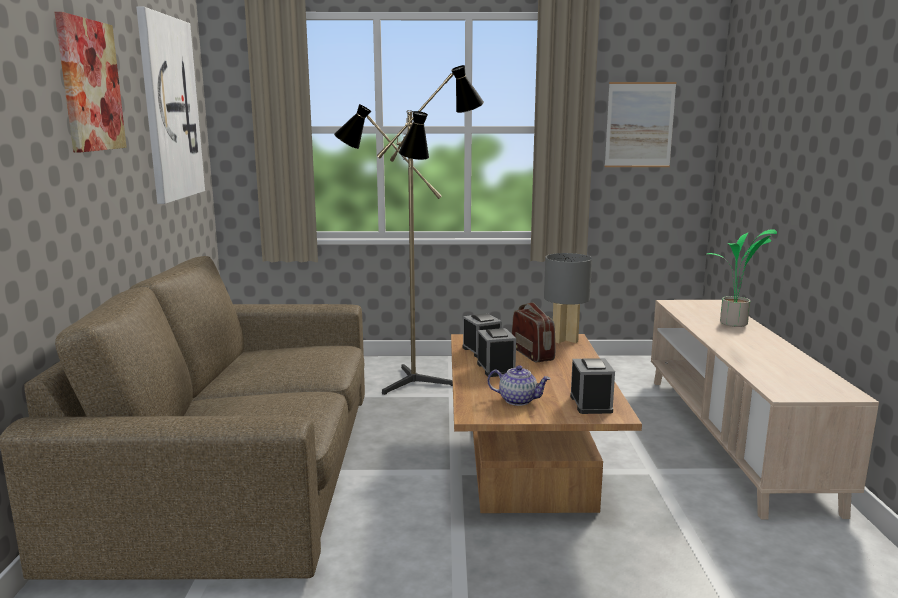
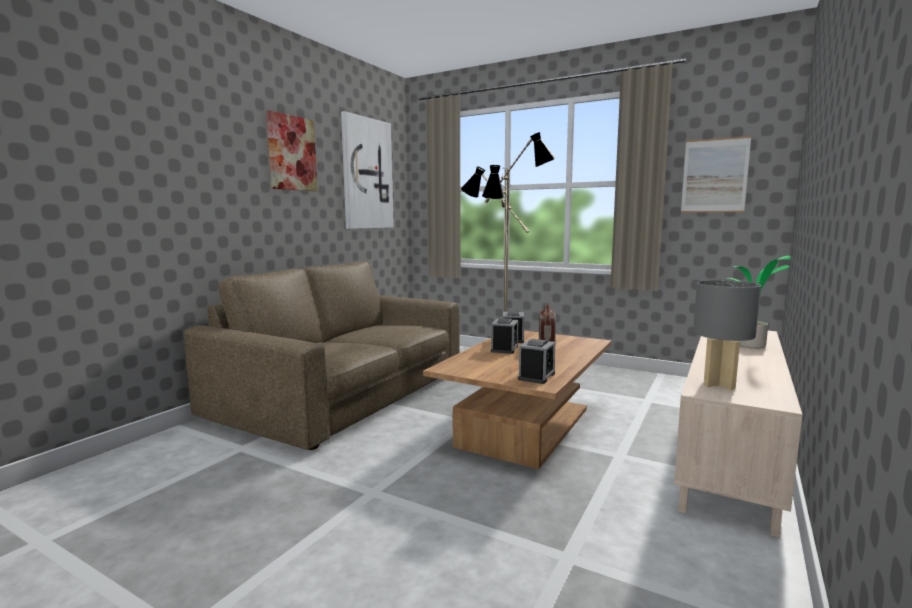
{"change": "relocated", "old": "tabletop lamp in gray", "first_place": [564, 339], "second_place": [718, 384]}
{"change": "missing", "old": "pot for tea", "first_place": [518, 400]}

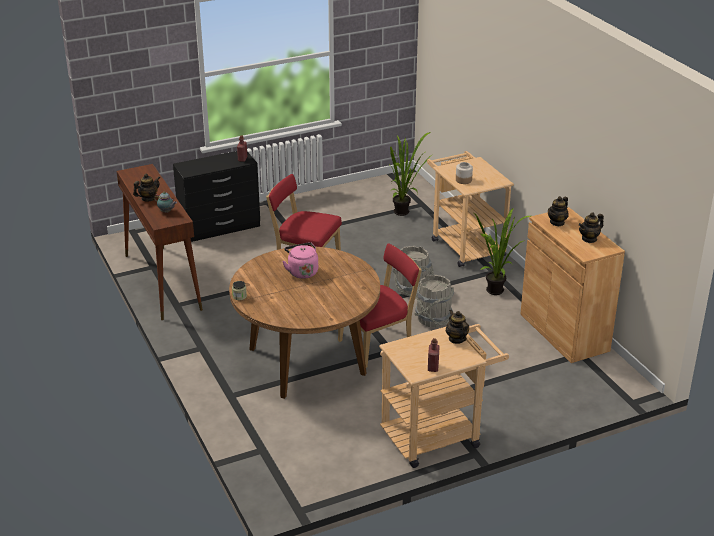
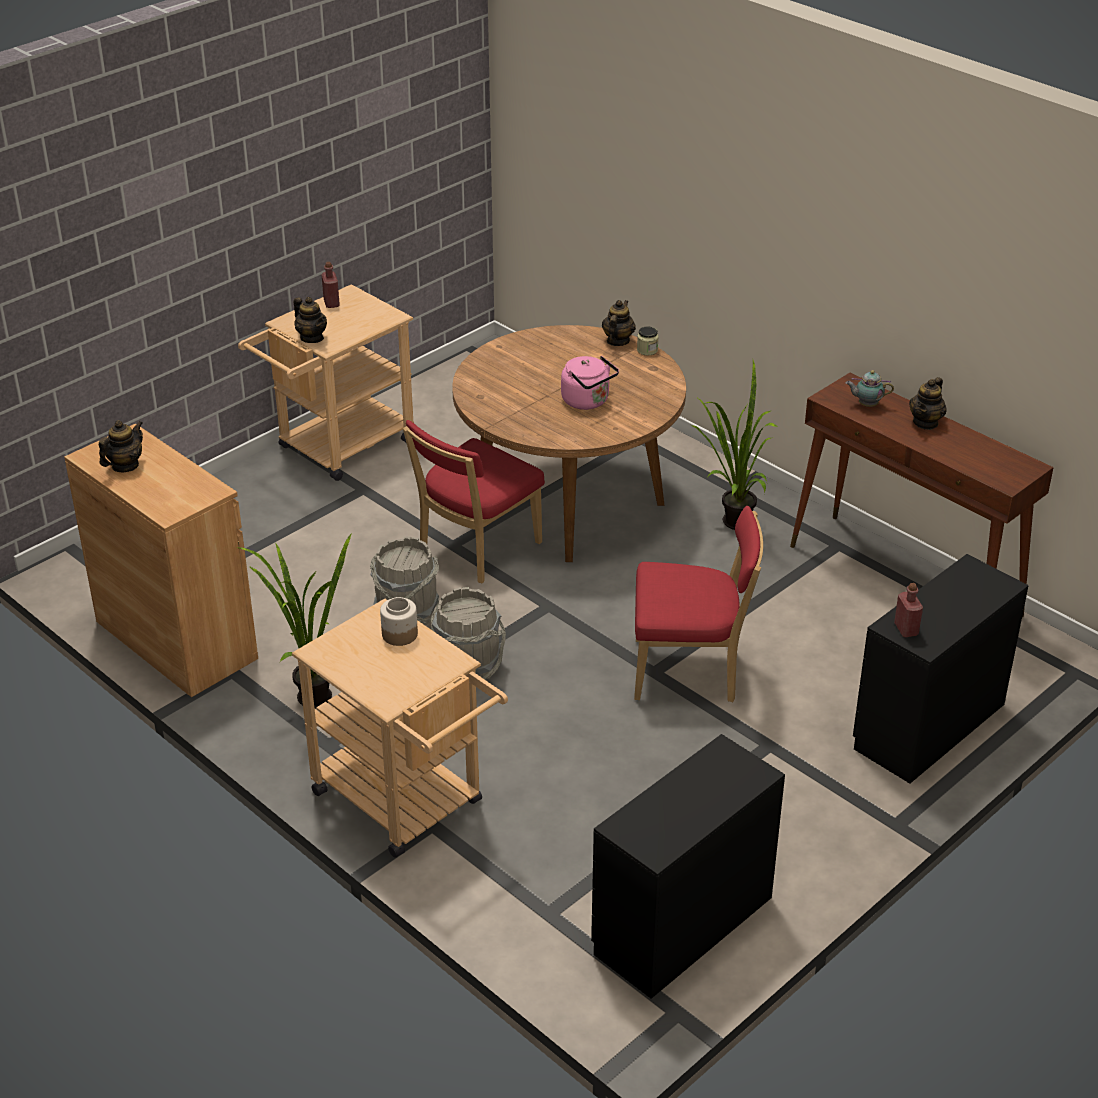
{"change": "appeared", "new": "drawer chest in black-coloured", "second_place": [680, 924]}
{"change": "relocated", "old": "pot for tea", "first_place": [557, 222], "second_place": [617, 341]}
{"change": "relocated", "old": "potted plant", "first_place": [405, 212], "second_place": [730, 523]}

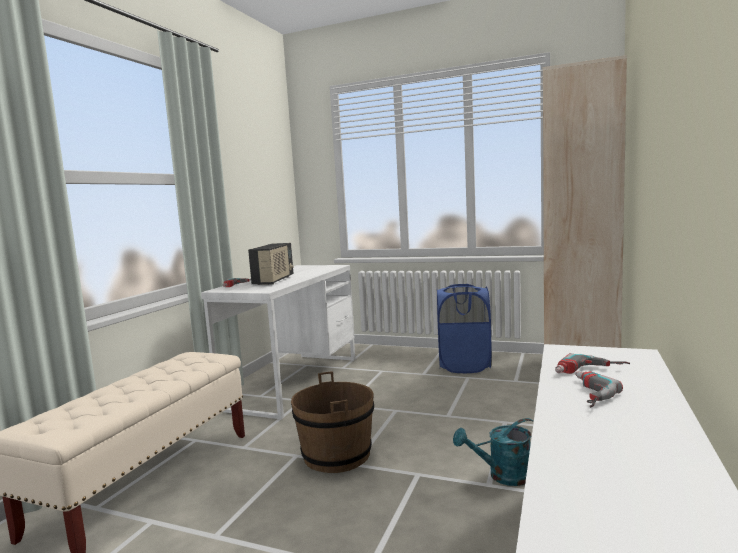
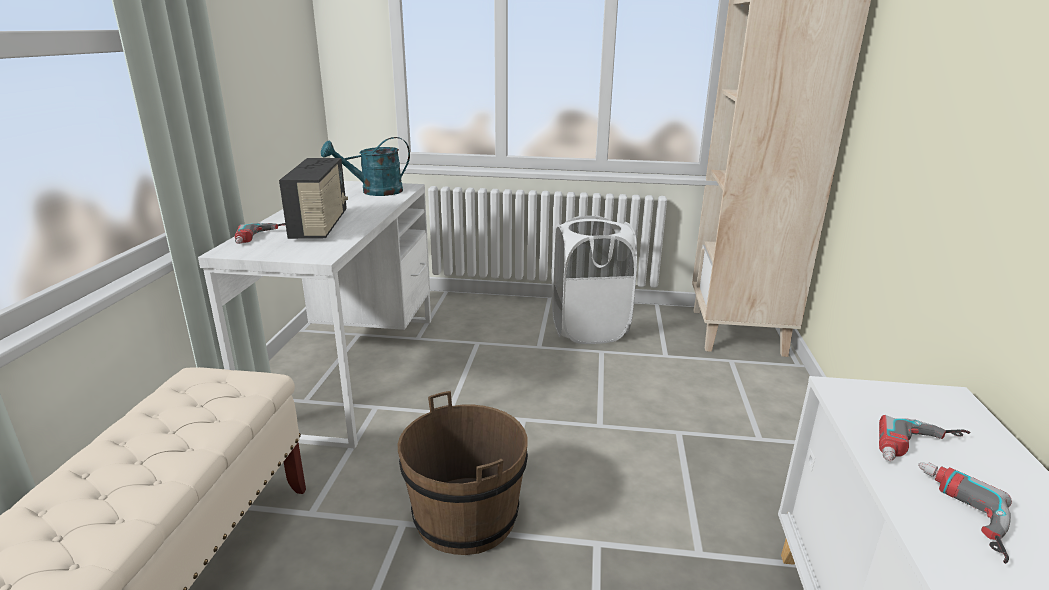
{"change": "relocated", "old": "sprinkling can in turquoise", "first_place": [503, 476], "second_place": [374, 192]}
{"change": "colour", "old": "laundry basket in blue", "new": "laundry basket in white-coloured", "first_place": [464, 365], "second_place": [589, 329]}

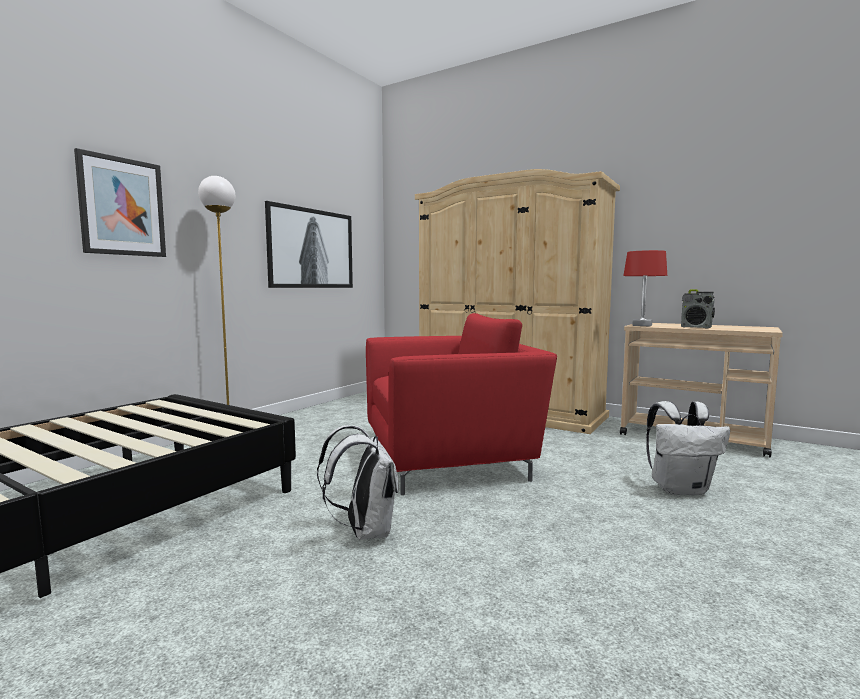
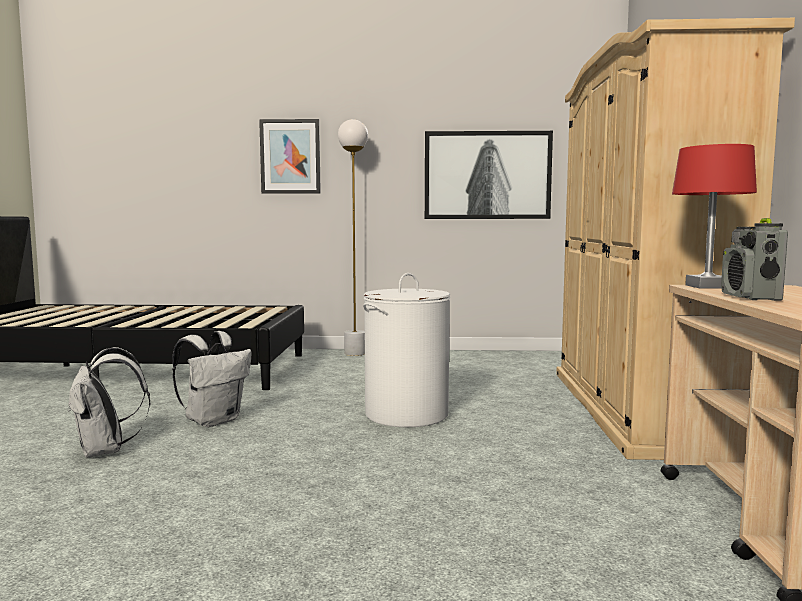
{"change": "relocated", "old": "knapsack in white-coloured", "first_place": [680, 489], "second_place": [106, 451]}
{"change": "exchanged", "old": "lounge chair in red-coloured", "new": "laundry basket in white-coloured", "first_place": [450, 458], "second_place": [406, 414]}

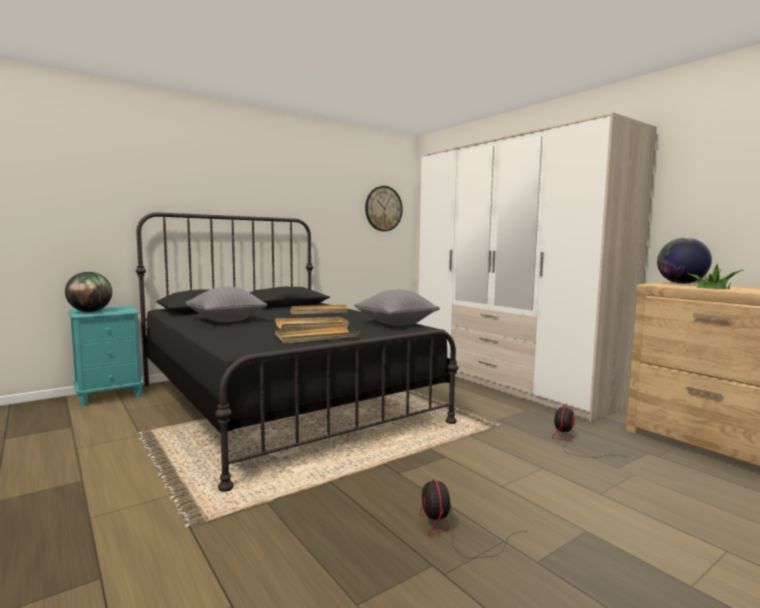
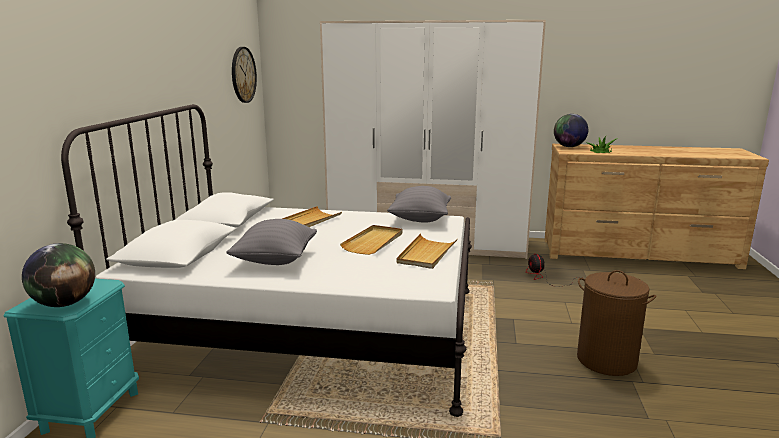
{"change": "colour", "old": "sleeping bed in black-coloured", "new": "sleeping bed in white-coloured", "first_place": [283, 402], "second_place": [310, 329]}
{"change": "exchanged", "old": "fan", "new": "laundry basket in brownish", "first_place": [453, 532], "second_place": [606, 360]}

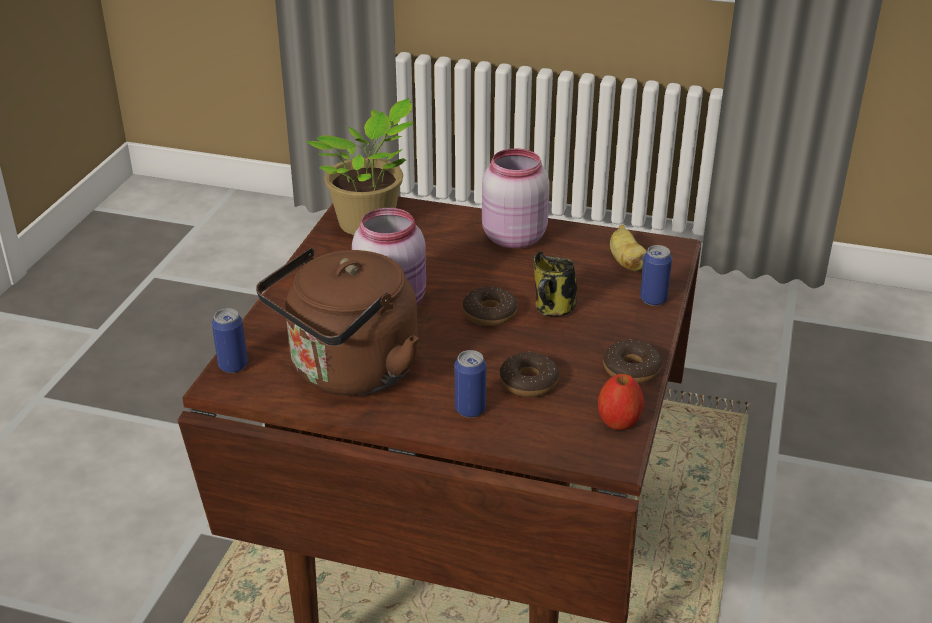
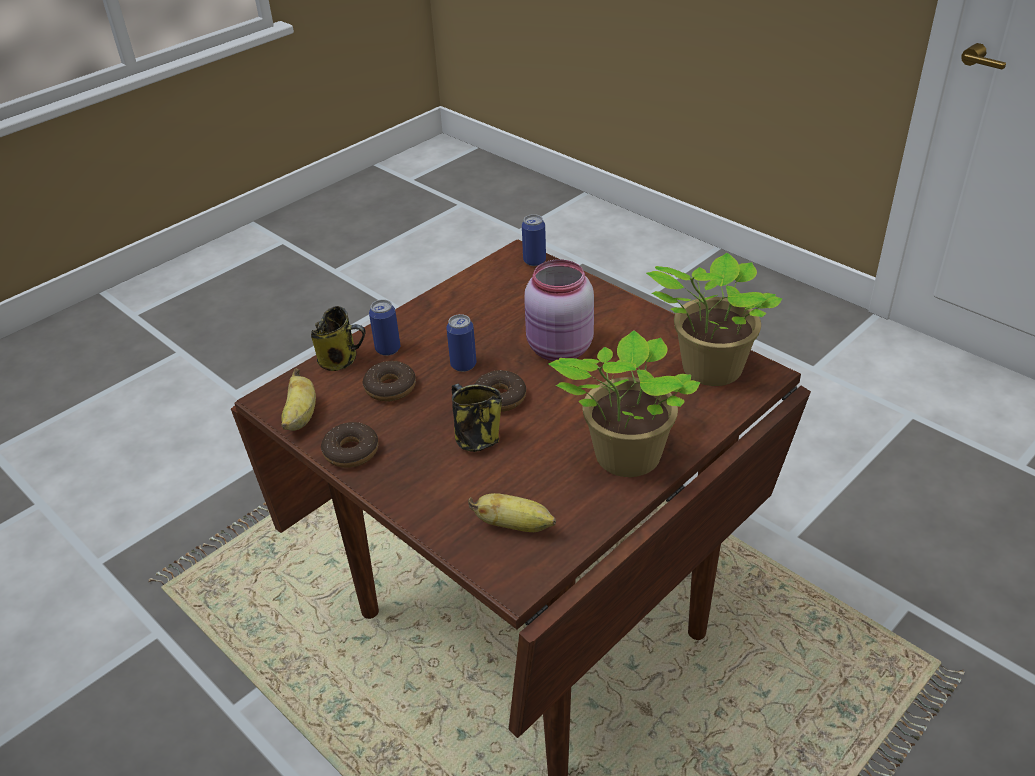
{"change": "exchanged", "old": "apple fruit", "new": "banana", "first_place": [619, 422], "second_place": [301, 417]}
{"change": "appeared", "new": "coffee mug", "second_place": [340, 360]}
{"change": "relocated", "old": "can", "first_place": [653, 299], "second_place": [463, 365]}
{"change": "exchanged", "old": "preserve jar in pinkish", "new": "potted plant", "first_place": [512, 237], "second_place": [623, 458]}
{"change": "missing", "old": "tea kettle in brownish", "first_place": [349, 372]}

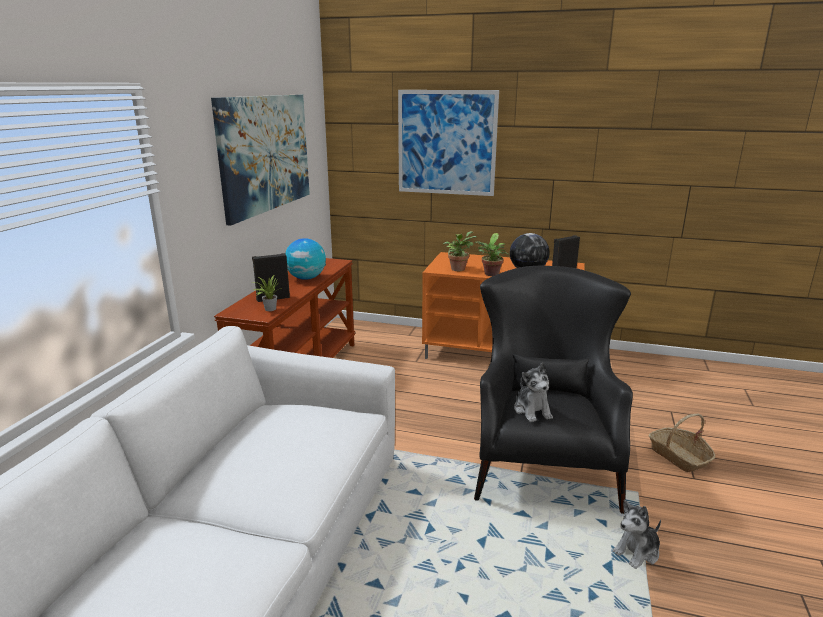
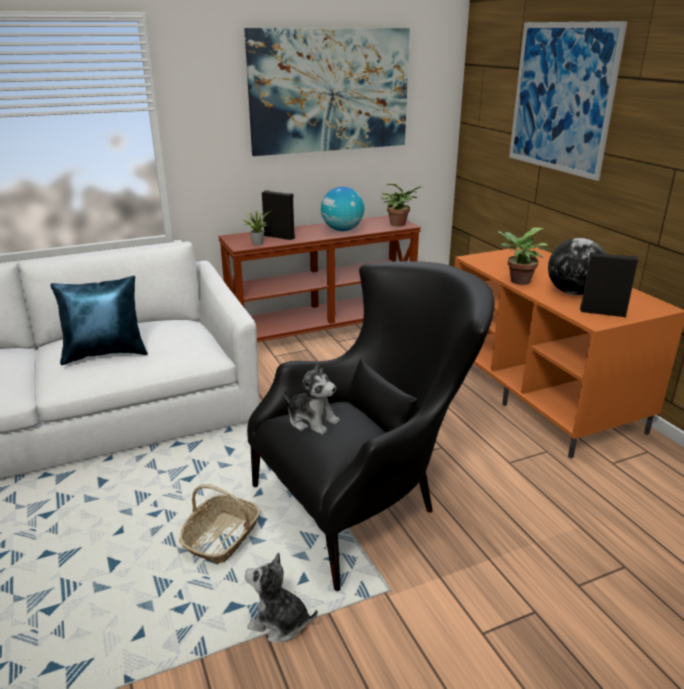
{"change": "appeared", "new": "pillow in blue", "second_place": [106, 354]}
{"change": "relocated", "old": "storage basket", "first_place": [679, 456], "second_place": [222, 538]}
{"change": "spun", "old": "soft toy", "first_place": [532, 410], "second_place": [312, 421], "degrees": -90}
{"change": "relocated", "old": "potted plant", "first_place": [458, 268], "second_place": [399, 224]}

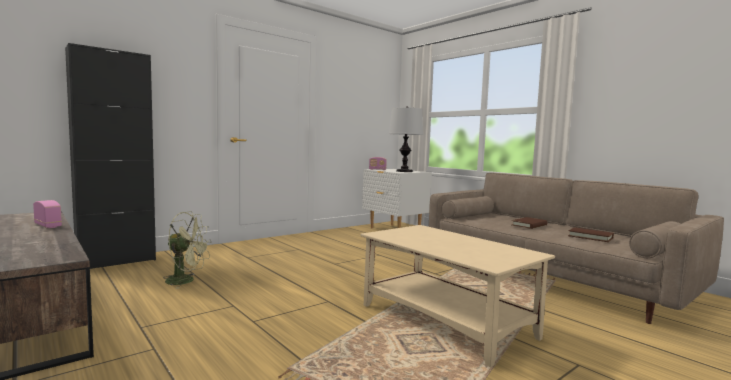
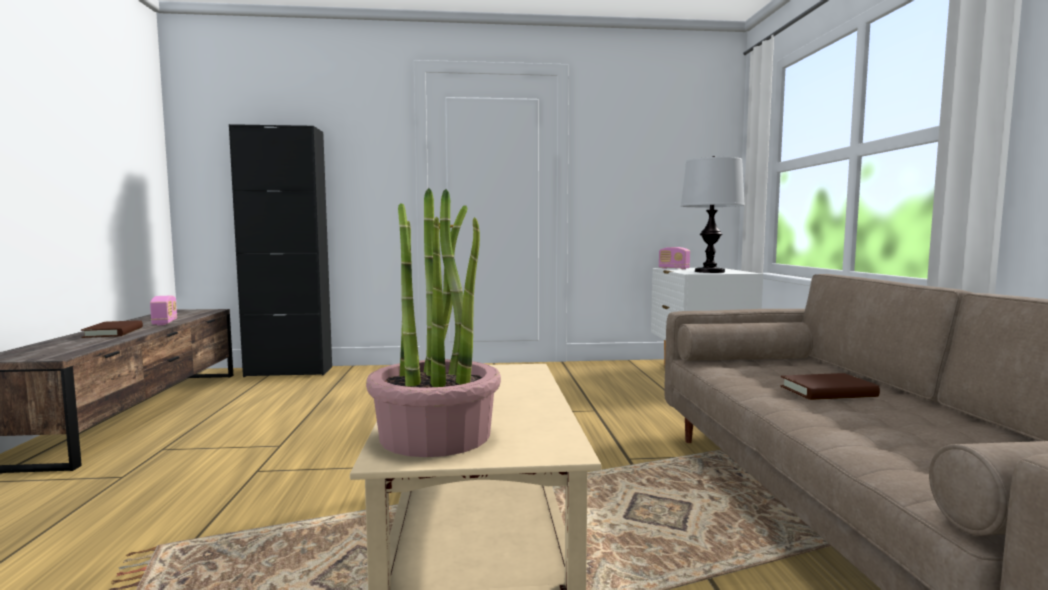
{"change": "relocated", "old": "bound book in brownish", "first_place": [590, 237], "second_place": [113, 332]}
{"change": "appeared", "new": "potted plant", "second_place": [436, 435]}
{"change": "missing", "old": "fan in green", "first_place": [186, 281]}

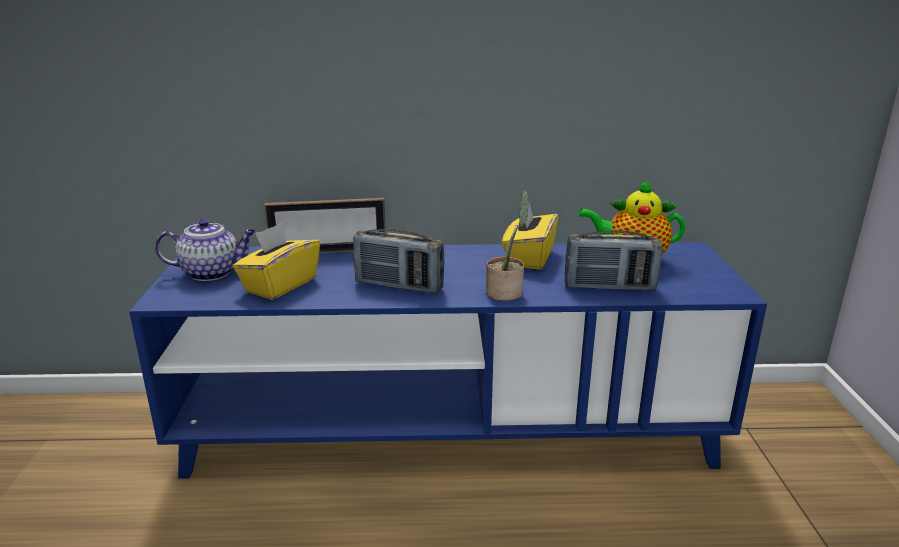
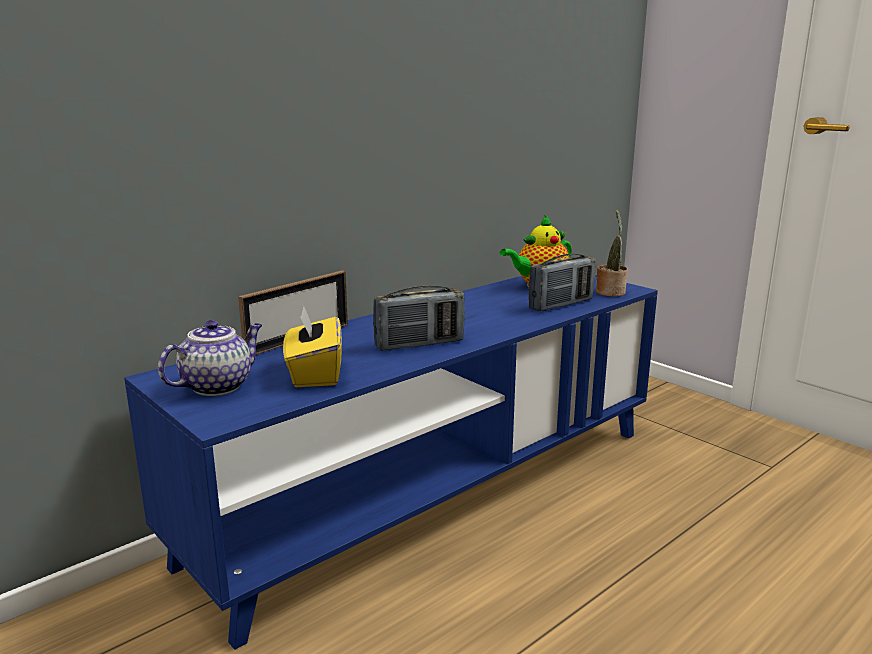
{"change": "relocated", "old": "potted plant", "first_place": [506, 292], "second_place": [610, 292]}
{"change": "missing", "old": "tissue box in yellow-coloured", "first_place": [529, 258]}

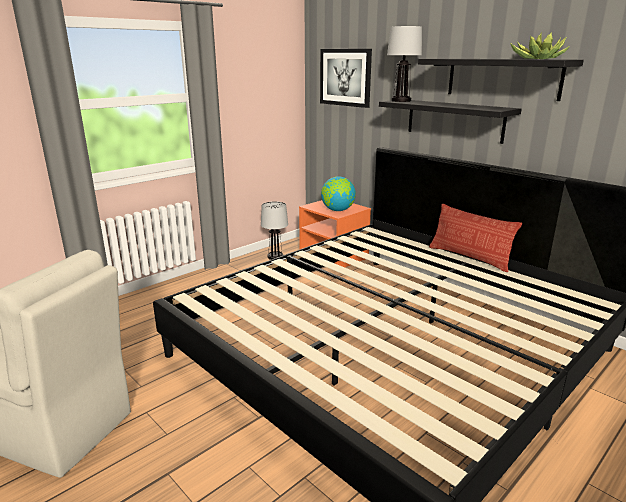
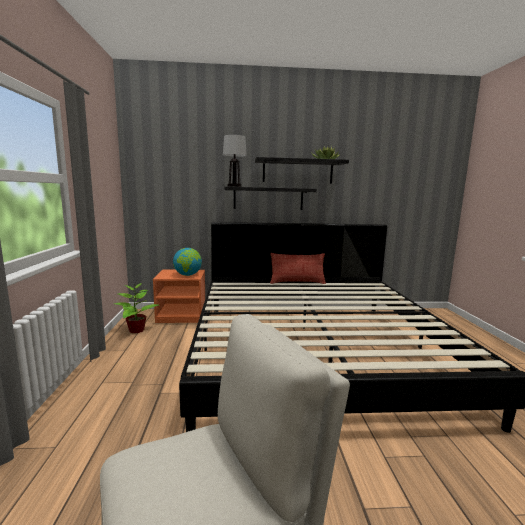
{"change": "exchanged", "old": "tabletop lamp", "new": "potted plant", "first_place": [275, 257], "second_place": [136, 330]}
{"change": "missing", "old": "wall picture", "first_place": [345, 77]}

